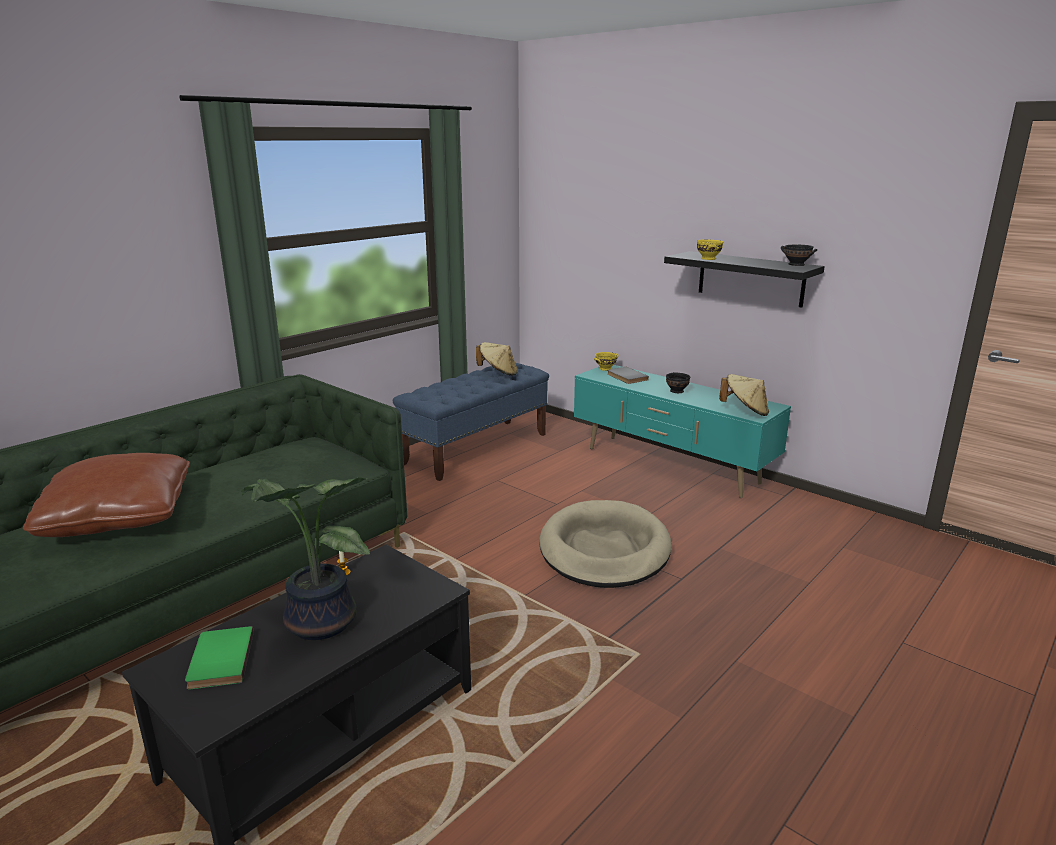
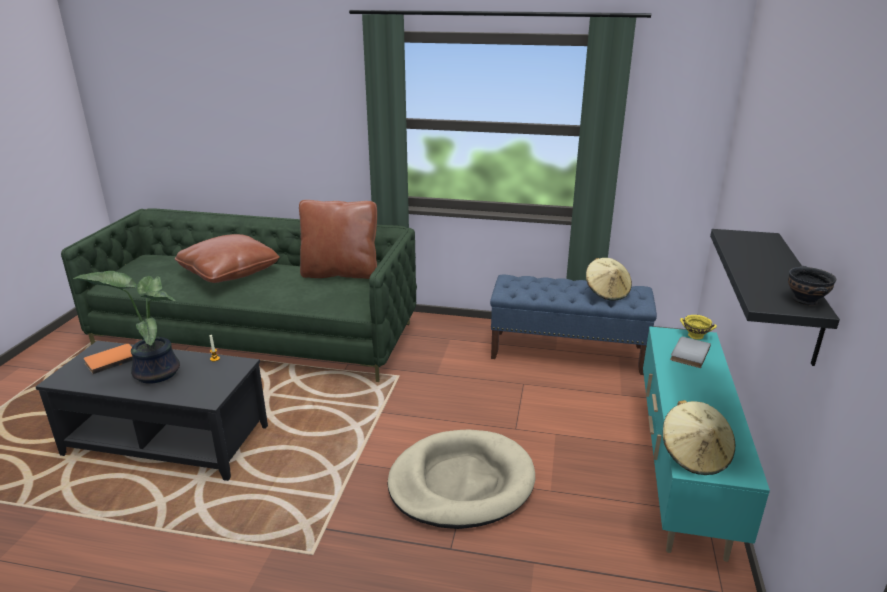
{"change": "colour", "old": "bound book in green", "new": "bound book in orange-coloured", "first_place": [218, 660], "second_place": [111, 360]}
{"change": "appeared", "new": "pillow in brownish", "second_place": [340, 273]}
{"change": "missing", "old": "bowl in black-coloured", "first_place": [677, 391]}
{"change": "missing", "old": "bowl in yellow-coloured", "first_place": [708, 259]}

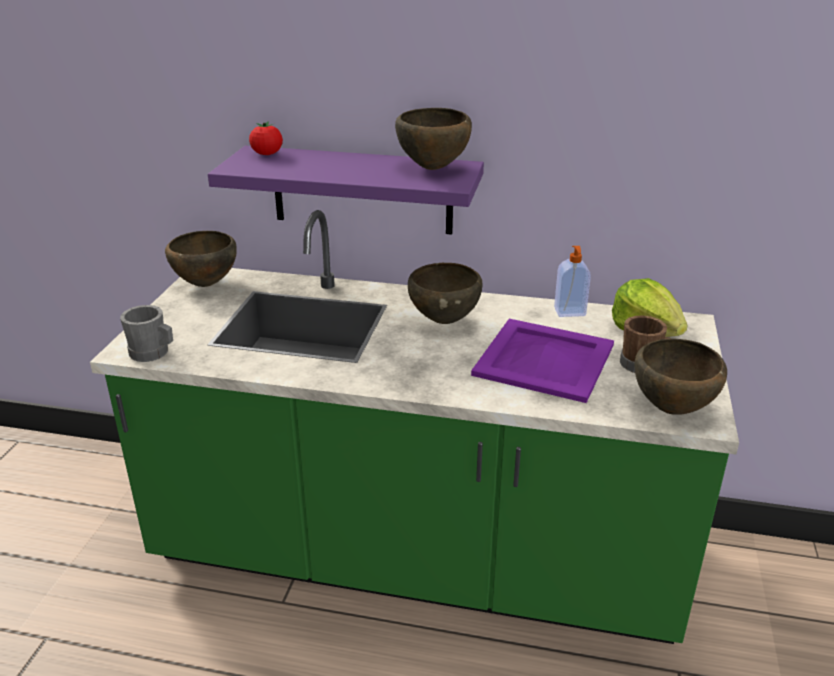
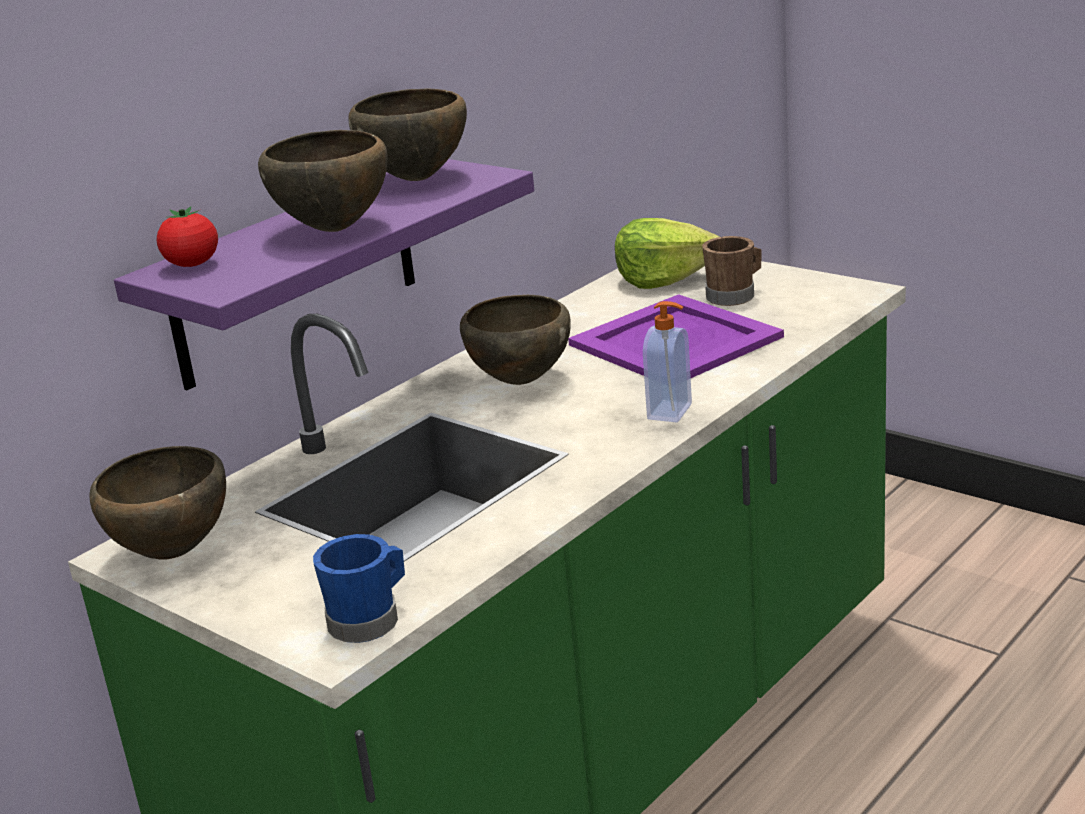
{"change": "relocated", "old": "bowl in brownish", "first_place": [673, 409], "second_place": [336, 229]}
{"change": "colour", "old": "coffee mug in gray", "new": "coffee mug in blue", "first_place": [153, 353], "second_place": [370, 619]}
{"change": "relocated", "old": "soap bottle", "first_place": [570, 312], "second_place": [671, 412]}

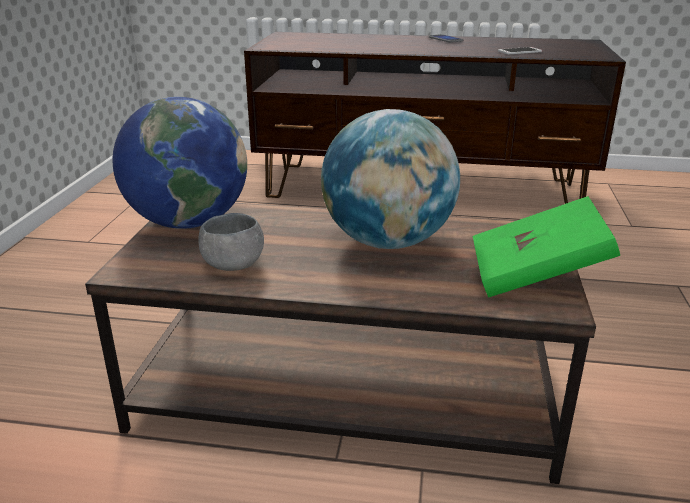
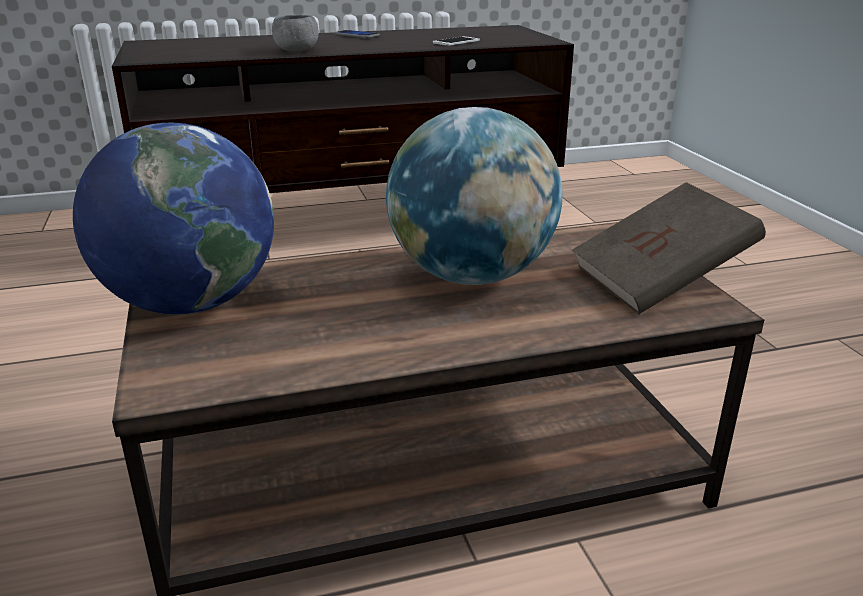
{"change": "relocated", "old": "bowl in gray", "first_place": [233, 265], "second_place": [297, 51]}
{"change": "colour", "old": "bound book in green", "new": "bound book in brownish", "first_place": [535, 276], "second_place": [659, 281]}

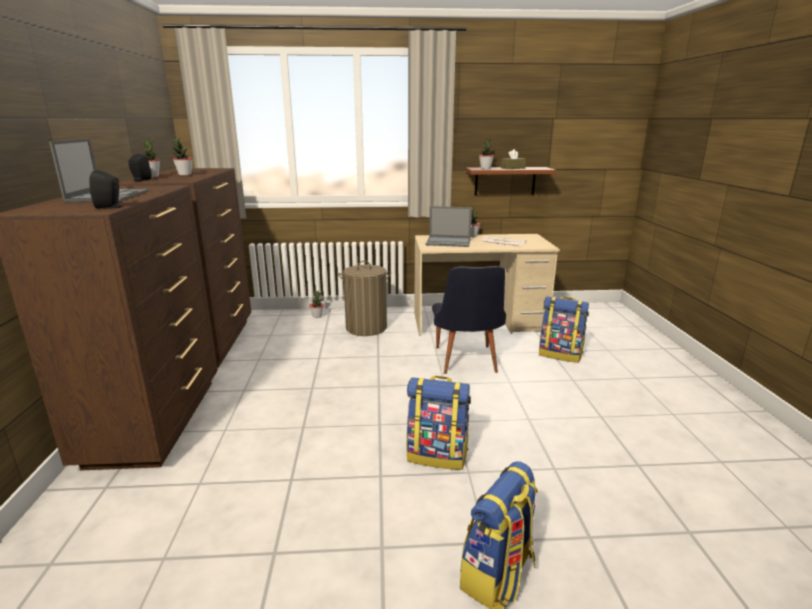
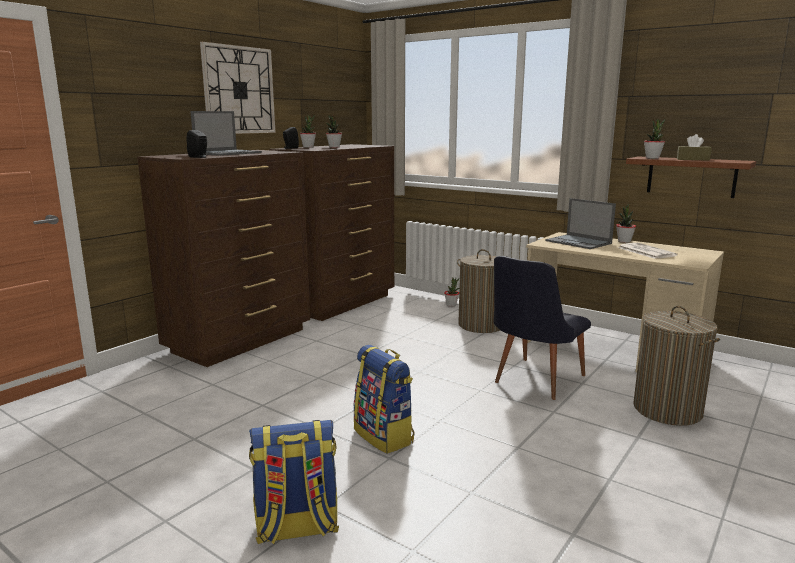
{"change": "appeared", "new": "hanging clock", "second_place": [239, 90]}
{"change": "exchanged", "old": "knapsack", "new": "laundry basket", "first_place": [560, 354], "second_place": [667, 410]}

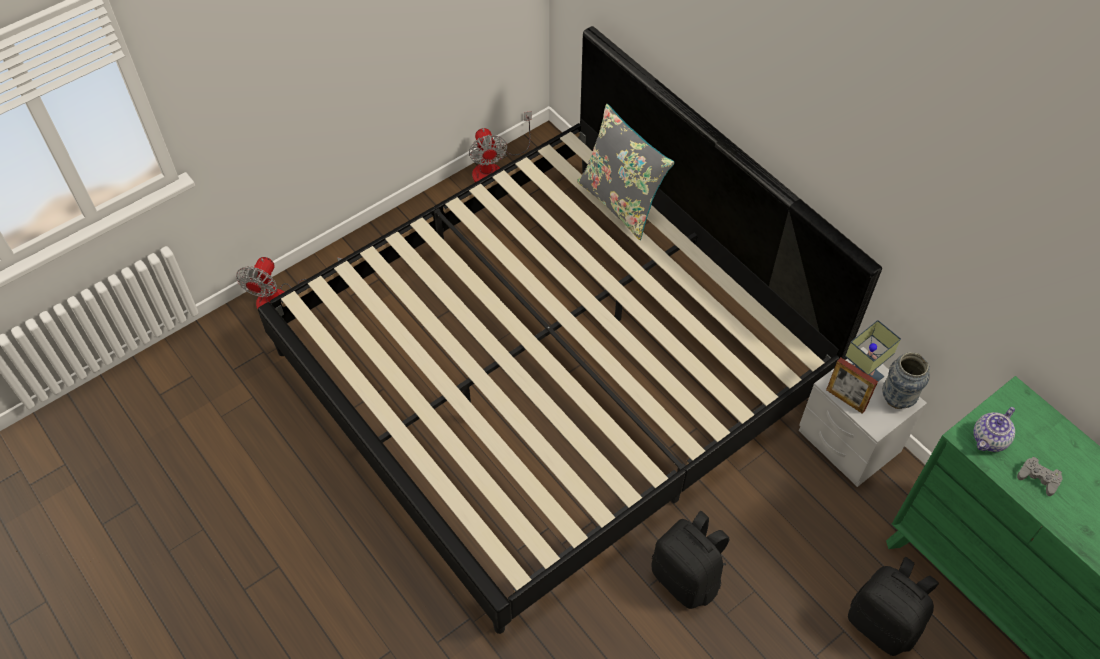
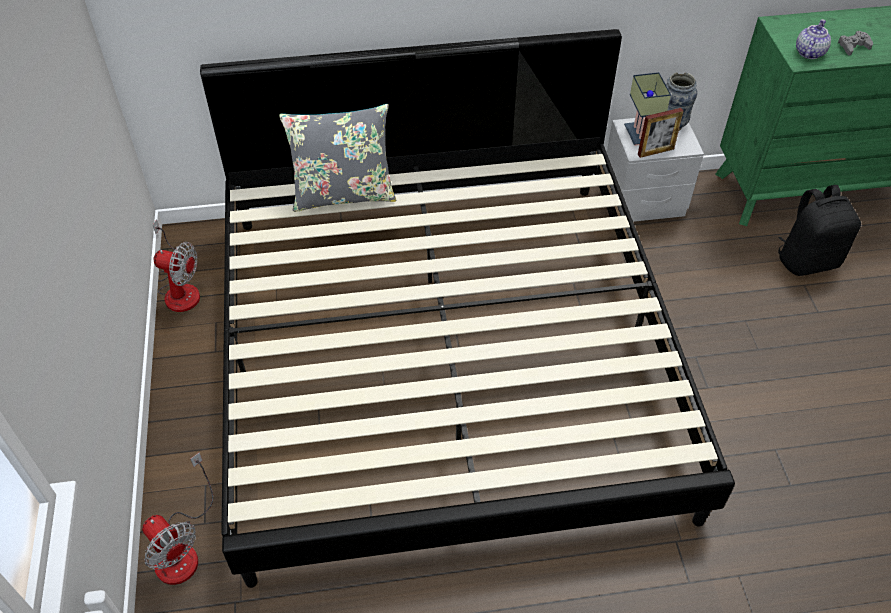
{"change": "spun", "old": "pot for tea", "first_place": [989, 440], "second_place": [809, 52], "degrees": -135}
{"change": "missing", "old": "knapsack in black-coloured", "first_place": [687, 578]}

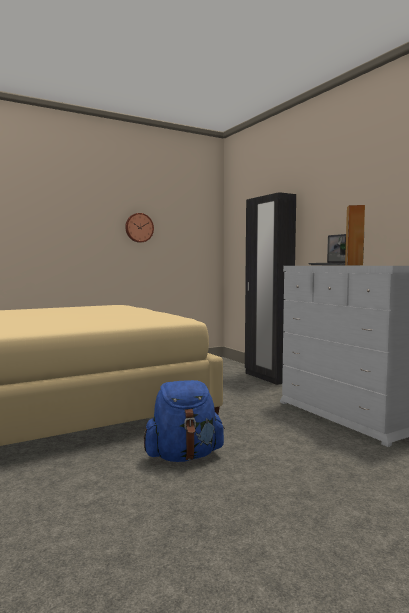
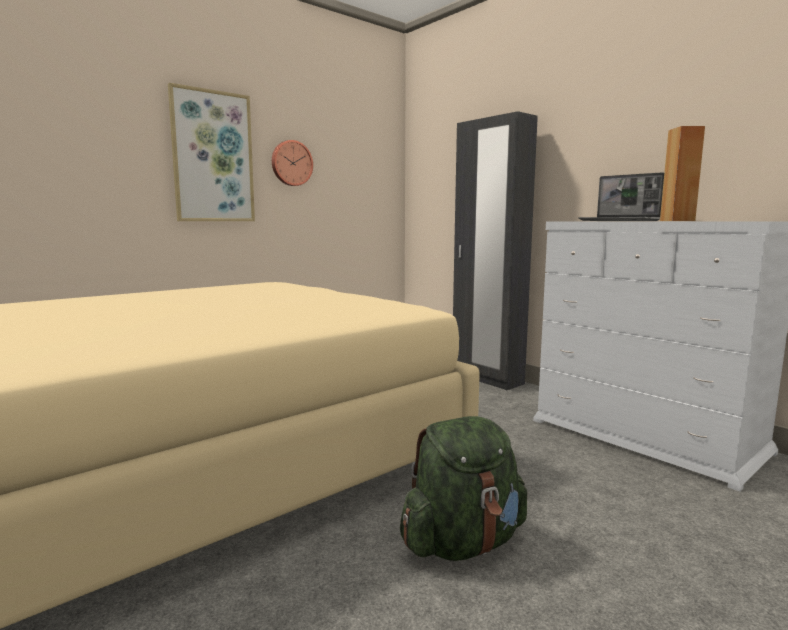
{"change": "appeared", "new": "wall picture", "second_place": [213, 157]}
{"change": "colour", "old": "knapsack in blue", "new": "knapsack in green", "first_place": [184, 456], "second_place": [463, 543]}

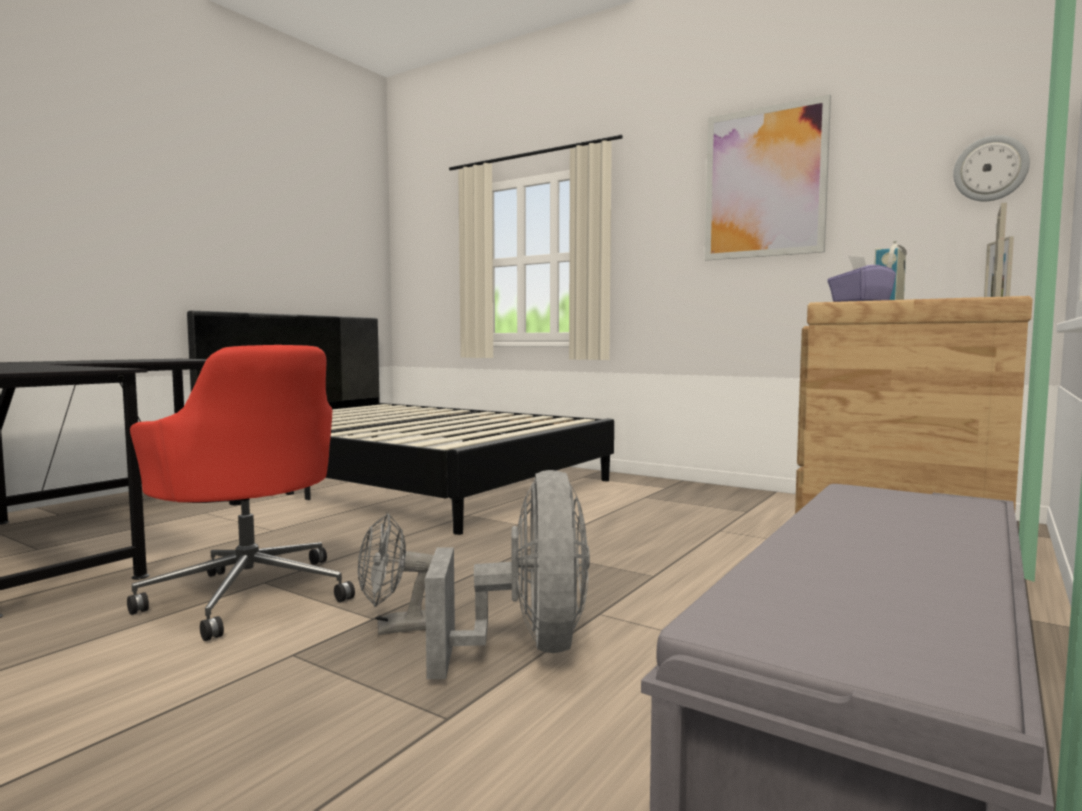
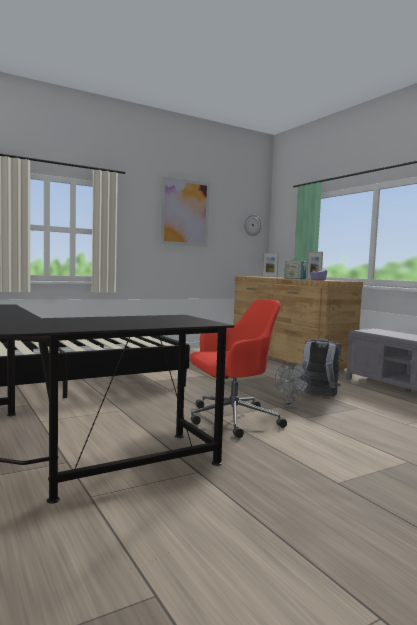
{"change": "exchanged", "old": "fan in gray", "new": "knapsack in gray", "first_place": [528, 647], "second_place": [318, 396]}

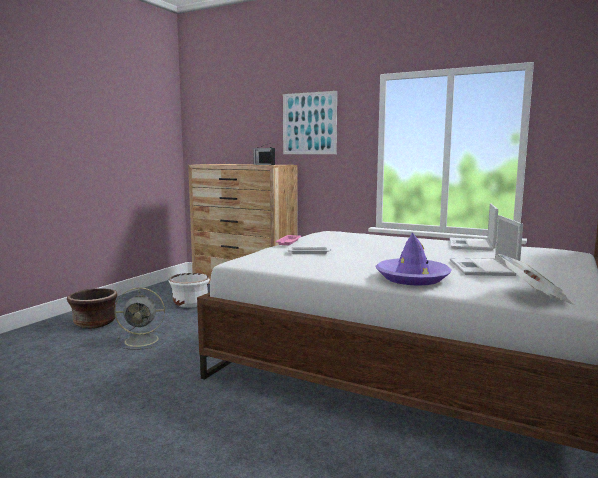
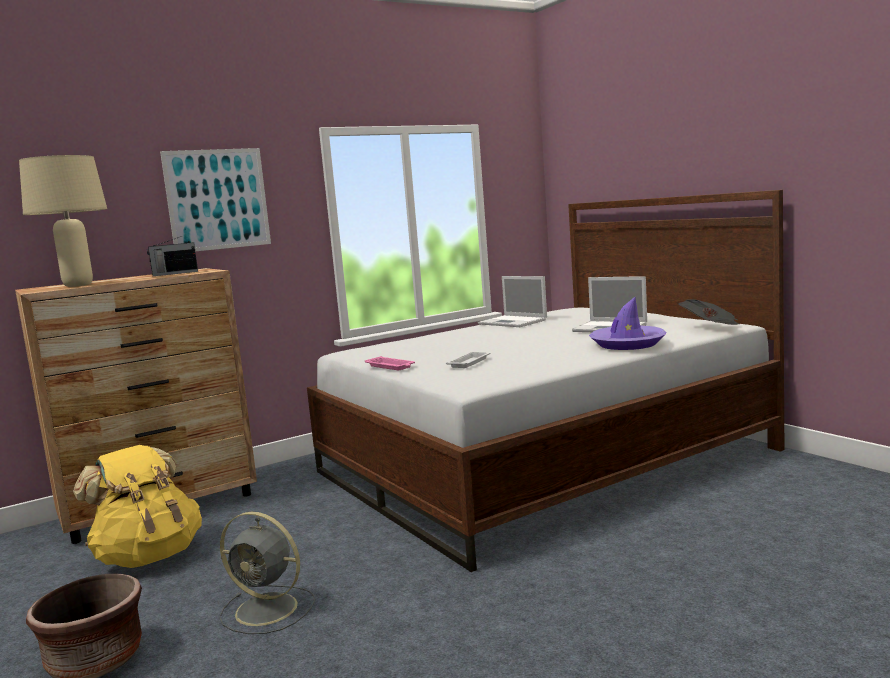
{"change": "appeared", "new": "tabletop lamp in beige", "second_place": [78, 285]}
{"change": "exchanged", "old": "plant pot in white-coloured", "new": "knapsack in yellow-coloured", "first_place": [190, 303], "second_place": [148, 557]}
{"change": "spun", "old": "fan in gray", "first_place": [143, 340], "second_place": [269, 610], "degrees": 90}

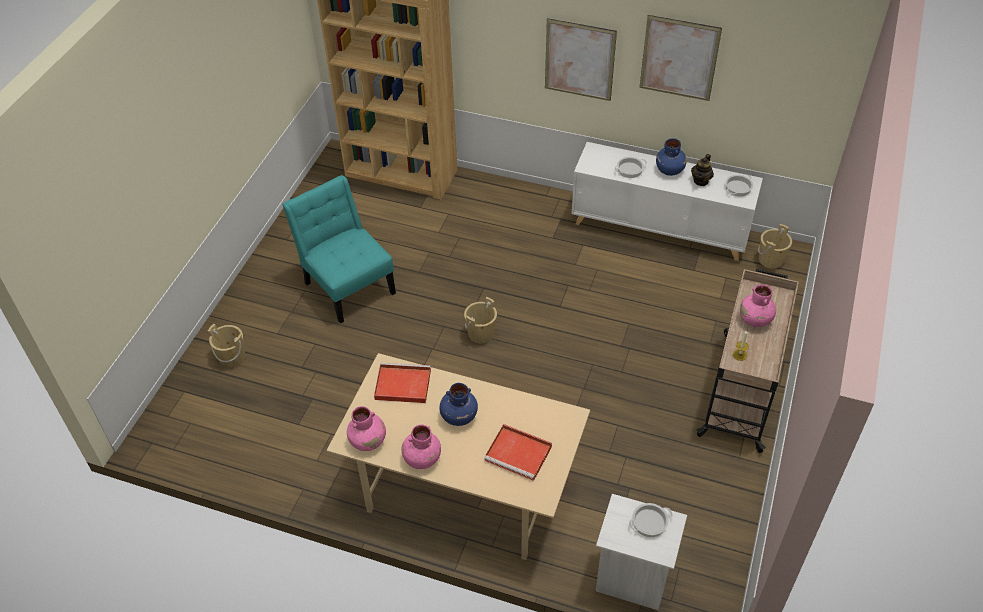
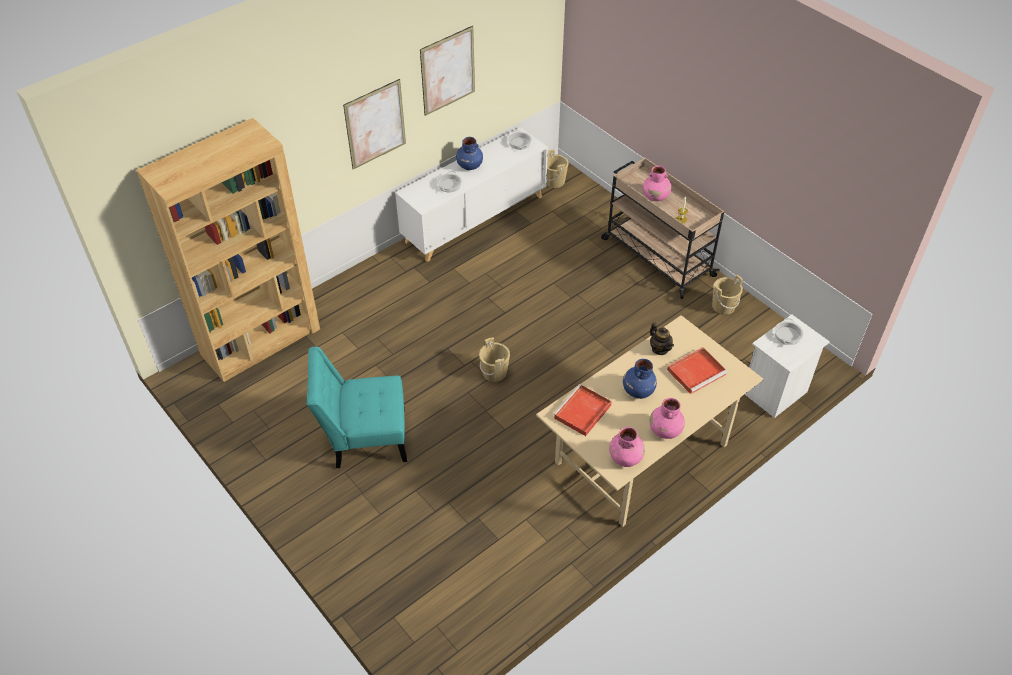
{"change": "relocated", "old": "pot for tea", "first_place": [701, 181], "second_place": [660, 349]}
{"change": "relocated", "old": "bucket in beige", "first_place": [232, 357], "second_place": [723, 306]}

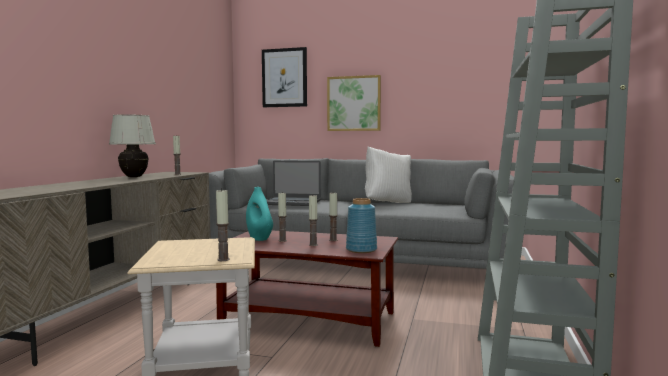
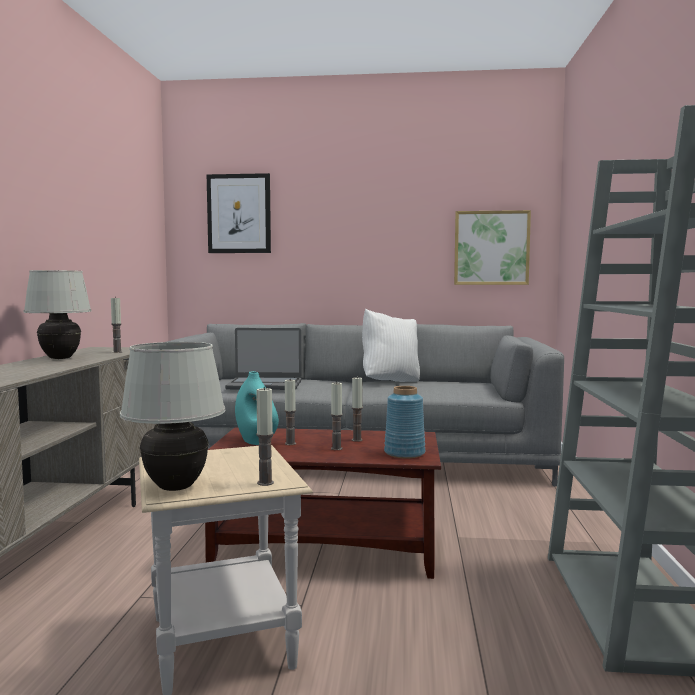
{"change": "appeared", "new": "tabletop lamp in white-coloured", "second_place": [176, 487]}
{"change": "relocated", "old": "wall picture", "first_place": [354, 103], "second_place": [491, 248]}

